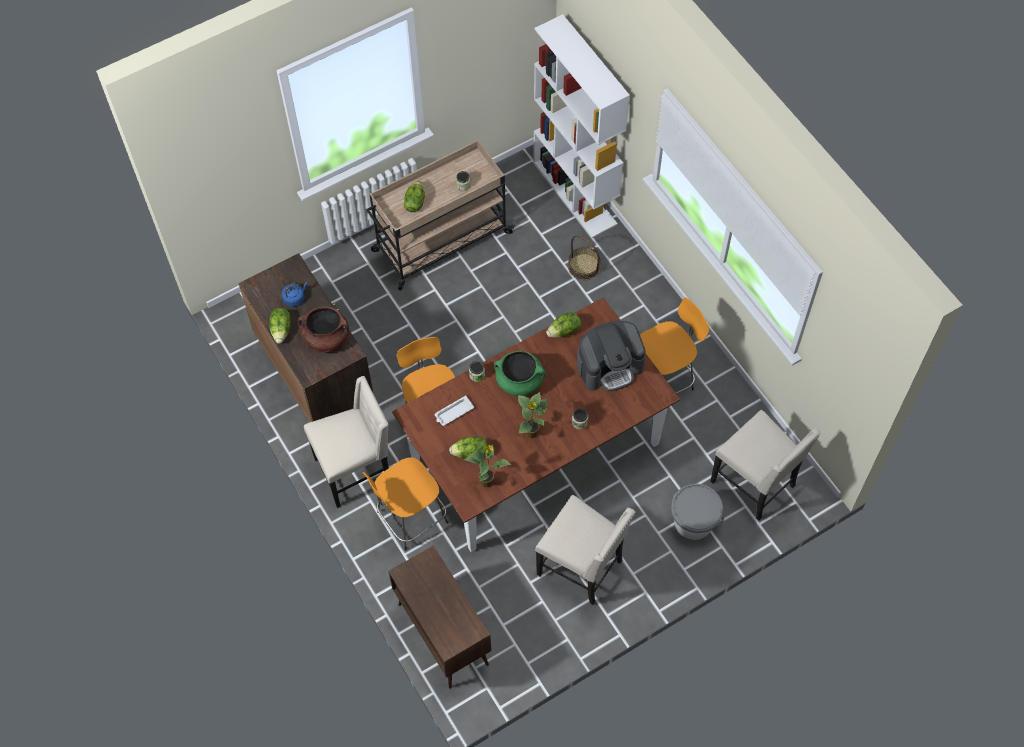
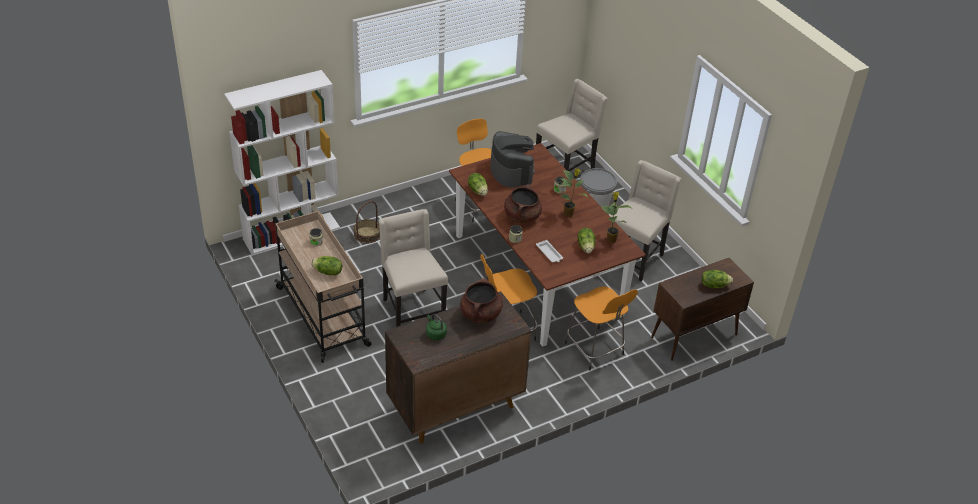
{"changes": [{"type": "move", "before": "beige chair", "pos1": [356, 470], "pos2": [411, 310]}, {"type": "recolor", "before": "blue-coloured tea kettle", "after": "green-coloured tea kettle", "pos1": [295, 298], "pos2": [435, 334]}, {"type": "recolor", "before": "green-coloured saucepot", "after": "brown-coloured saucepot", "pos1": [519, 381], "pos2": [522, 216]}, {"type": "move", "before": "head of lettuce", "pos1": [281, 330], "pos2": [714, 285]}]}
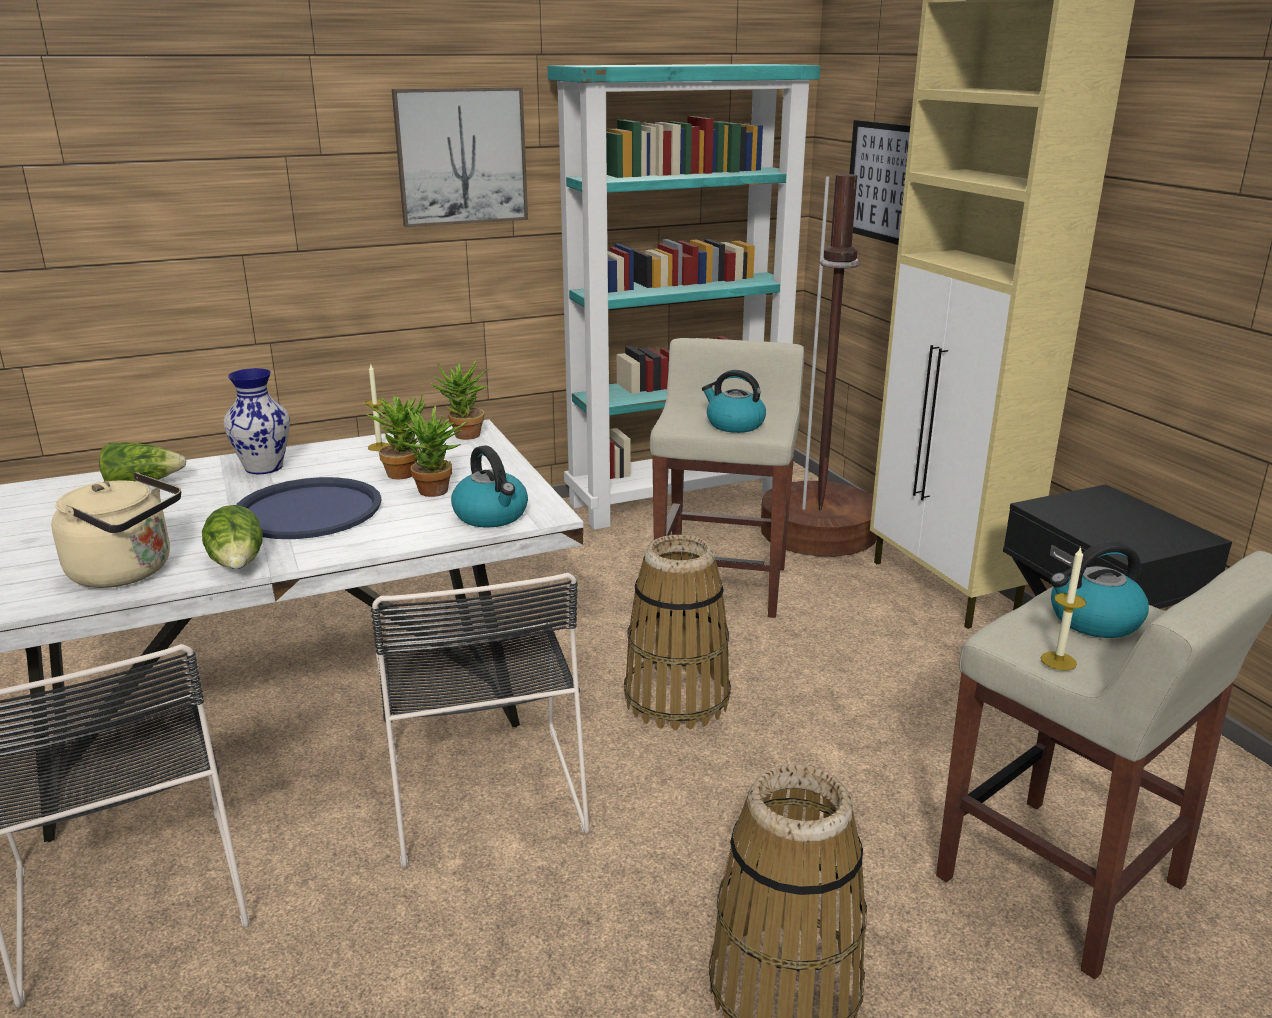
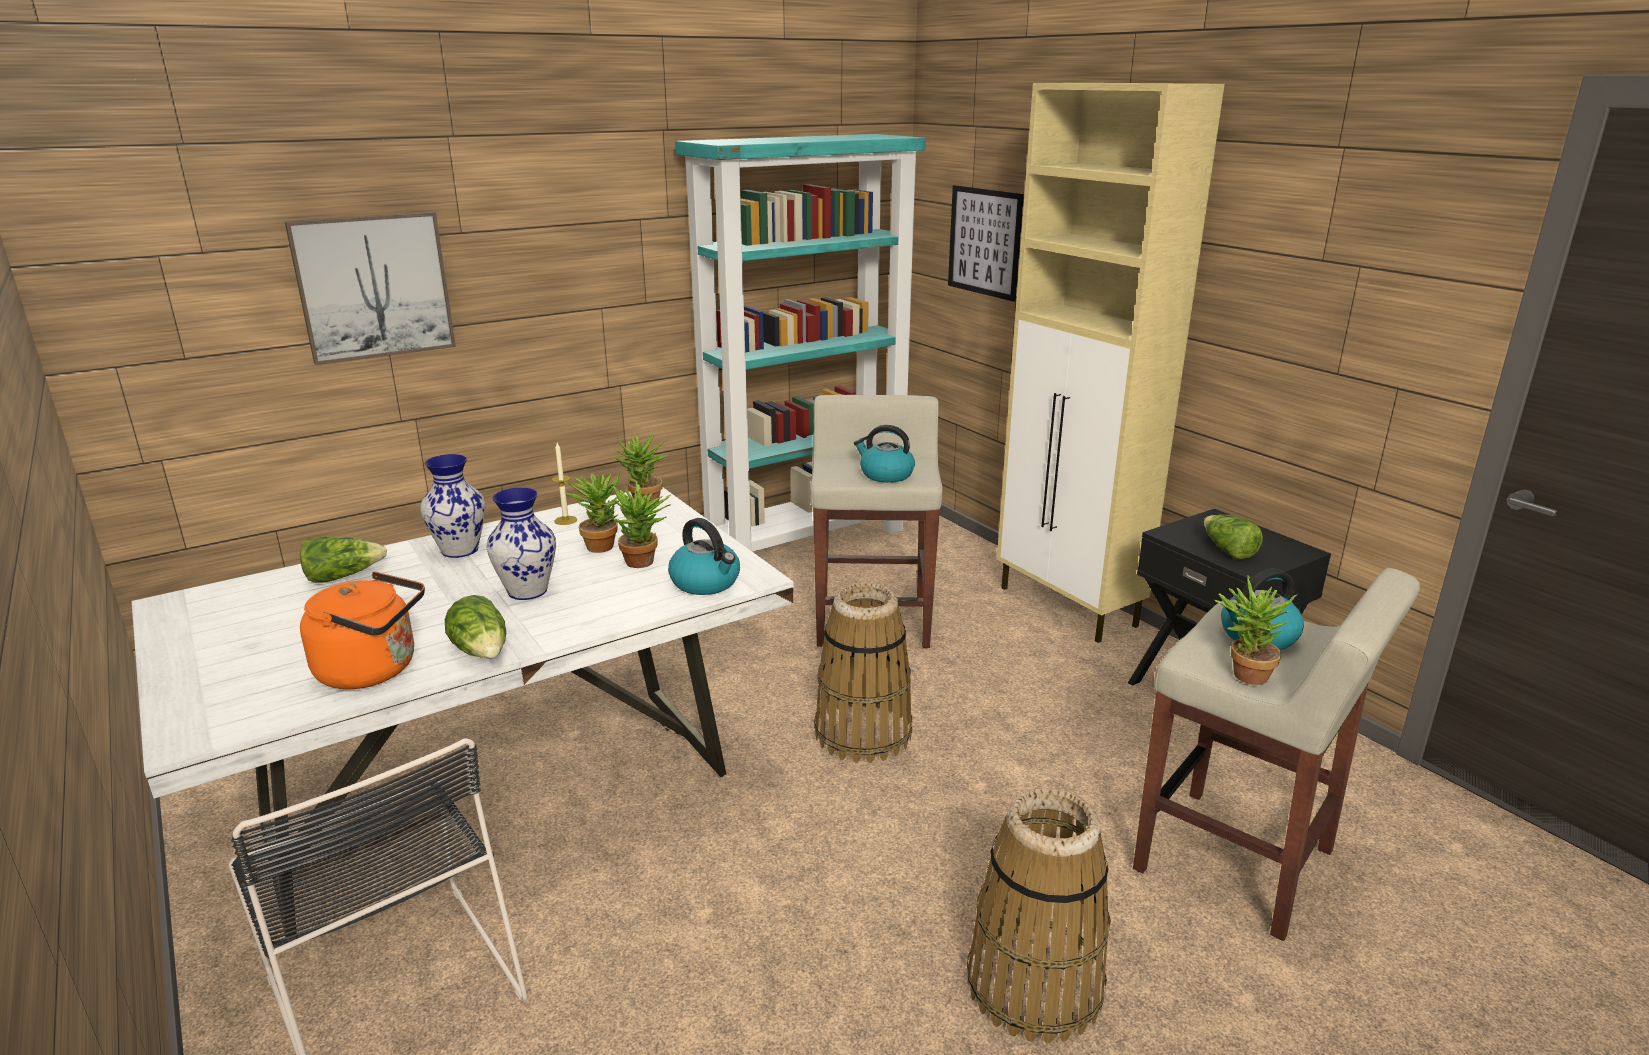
{"changes": [{"type": "move", "before": "wall picture", "pos1": [461, 156], "pos2": [373, 286]}, {"type": "recolor", "before": "beige tea kettle", "after": "orange tea kettle", "pos1": [128, 572], "pos2": [374, 670]}, {"type": "replace", "before": "blue-coloured carrying tray", "after": "decorative vase", "pos1": [308, 510], "pos2": [526, 591]}, {"type": "insert", "after": "head of lettuce", "pos2": [1227, 550]}, {"type": "replace", "before": "candle", "after": "houseplant", "pos1": [1058, 661], "pos2": [1243, 675]}, {"type": "delete", "before": "blackish chair", "pos1": [484, 786]}, {"type": "delete", "before": "brown-coloured standing lamp", "pos1": [818, 532]}]}
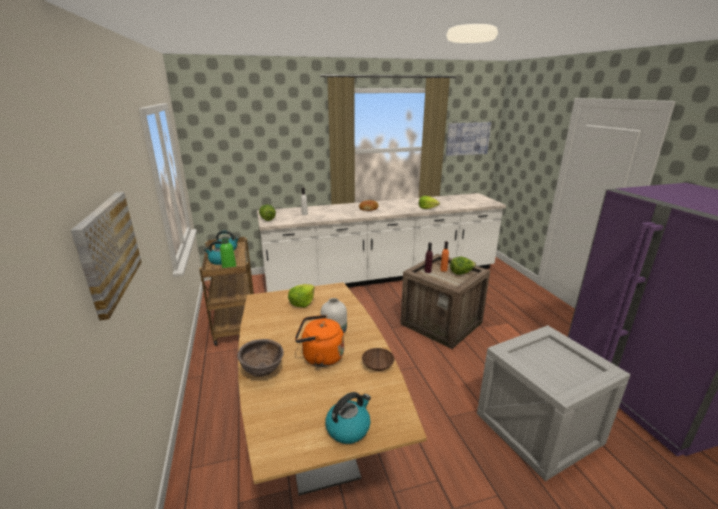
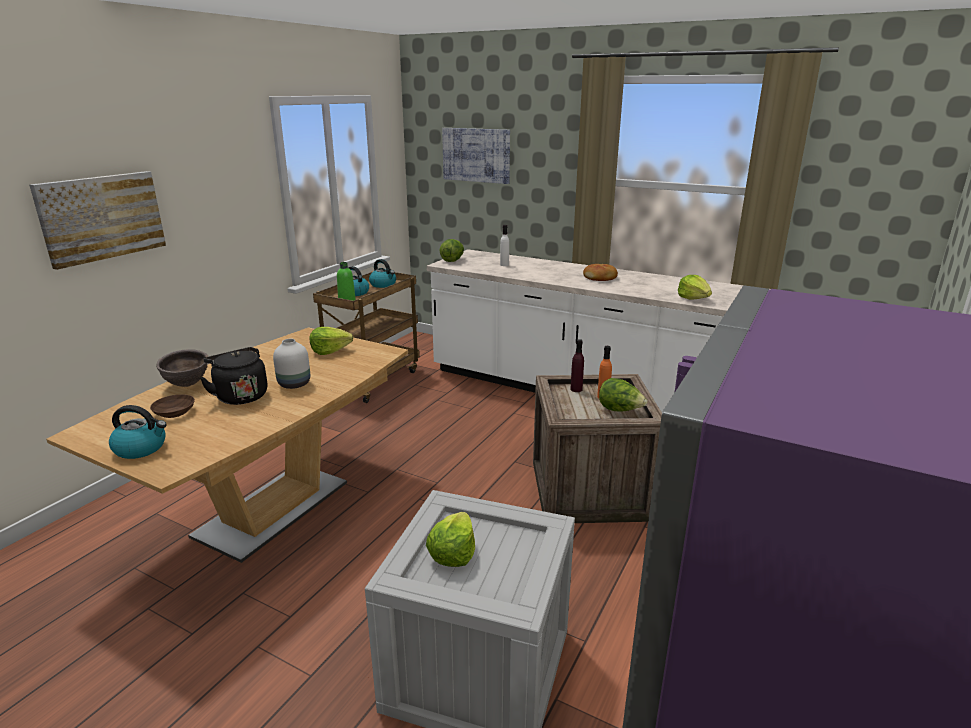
{"changes": [{"type": "move", "before": "brown-coloured deep dish", "pos1": [378, 365], "pos2": [173, 413]}, {"type": "recolor", "before": "orange tea kettle", "after": "blackish tea kettle", "pos1": [320, 357], "pos2": [240, 396]}, {"type": "insert", "after": "head of lettuce", "pos2": [452, 553]}, {"type": "move", "before": "wall picture", "pos1": [467, 138], "pos2": [476, 155]}]}
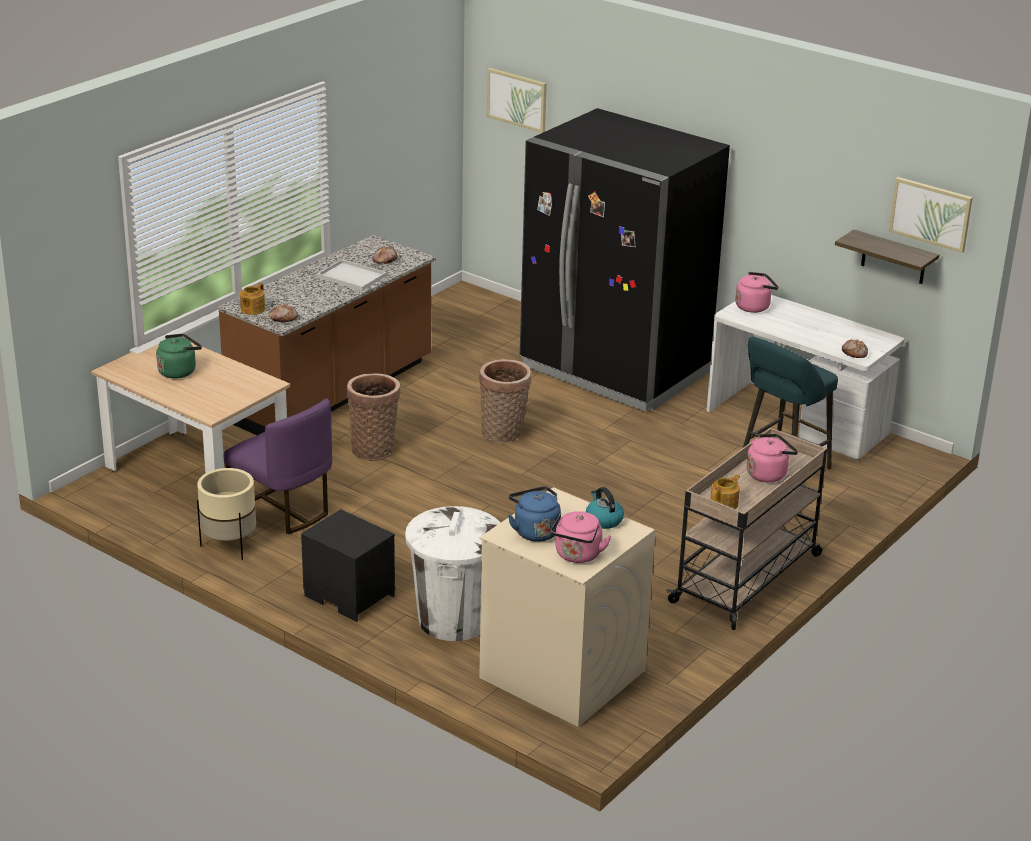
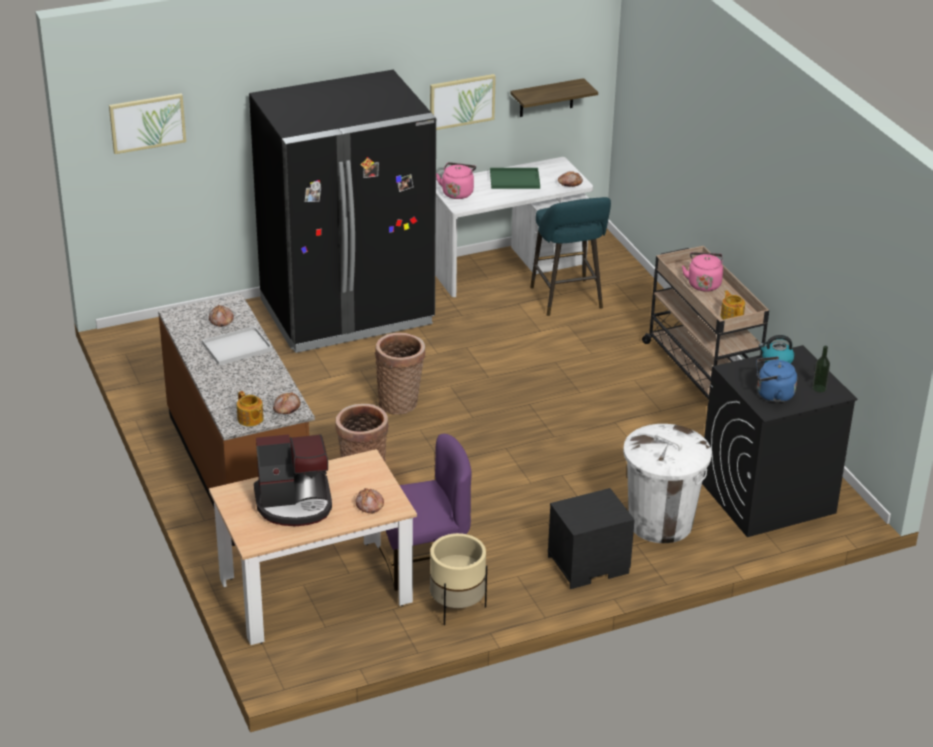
{"changes": [{"type": "replace", "before": "green-coloured tea kettle", "after": "coffee machine", "pos1": [179, 371], "pos2": [294, 504]}, {"type": "insert", "after": "bakery bread", "pos2": [369, 505]}, {"type": "move", "before": "wall picture", "pos1": [931, 214], "pos2": [461, 101]}, {"type": "insert", "after": "green-coloured carrying tray", "pos2": [513, 180]}, {"type": "recolor", "before": "beige laundry appliance", "after": "blackish laundry appliance", "pos1": [561, 674], "pos2": [766, 497]}, {"type": "replace", "before": "pink-coloured tea kettle", "after": "bottle", "pos1": [577, 556], "pos2": [819, 388]}]}
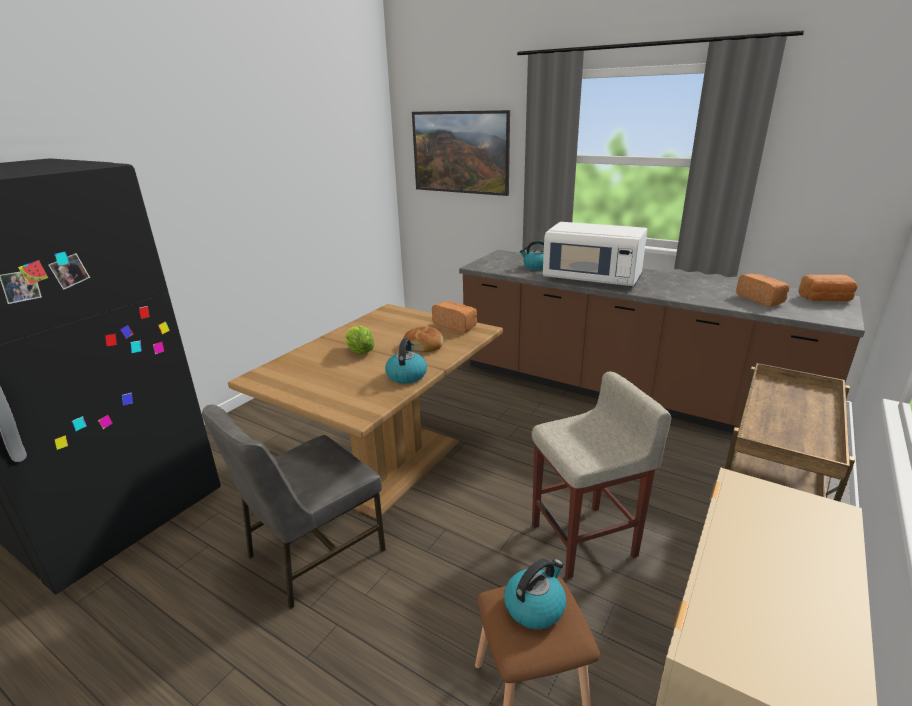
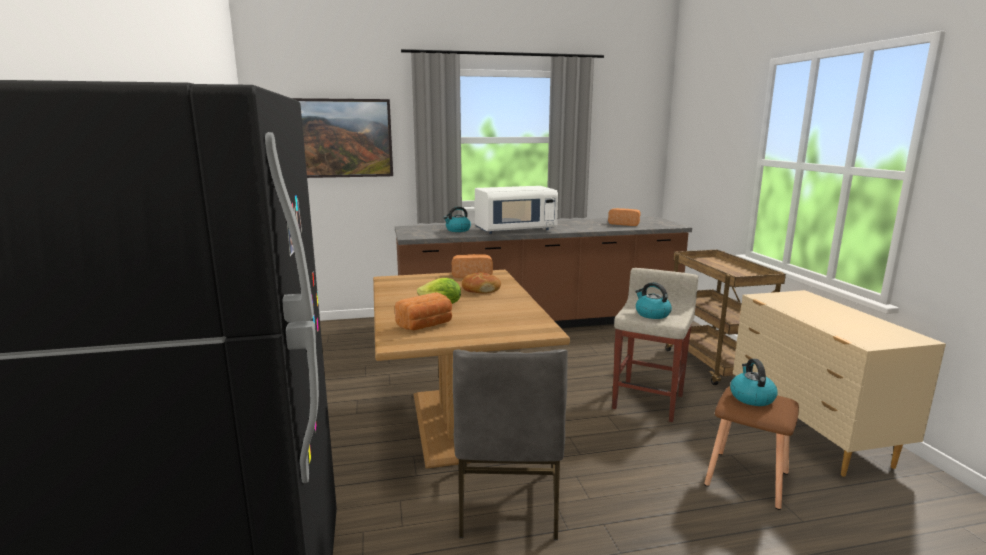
{"changes": [{"type": "move", "before": "bakery bread", "pos1": [826, 299], "pos2": [426, 325]}, {"type": "move", "before": "tea kettle", "pos1": [406, 375], "pos2": [651, 314]}]}
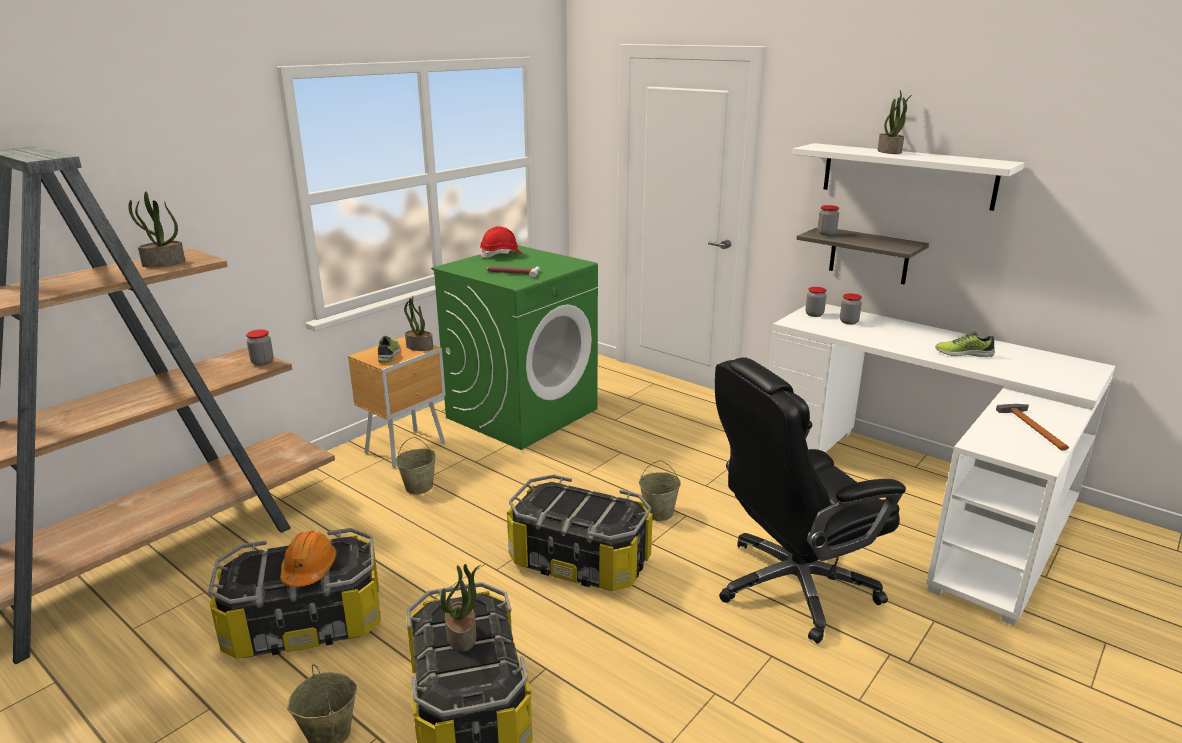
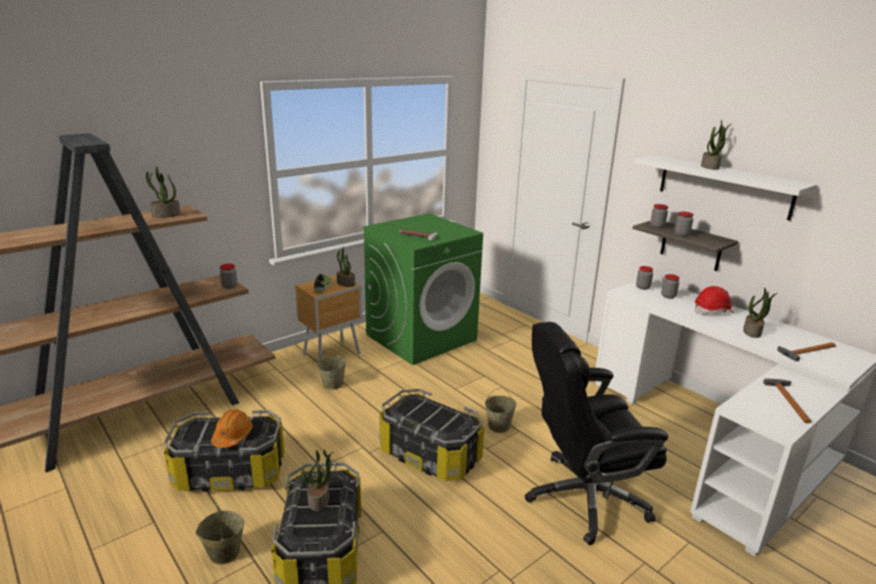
{"changes": [{"type": "insert", "after": "storage jar", "pos2": [681, 234]}, {"type": "move", "before": "red hard hat", "pos1": [501, 255], "pos2": [713, 311]}, {"type": "replace", "before": "shoe", "after": "houseplant", "pos1": [963, 353], "pos2": [752, 332]}, {"type": "insert", "after": "hand hammer", "pos2": [806, 351]}]}
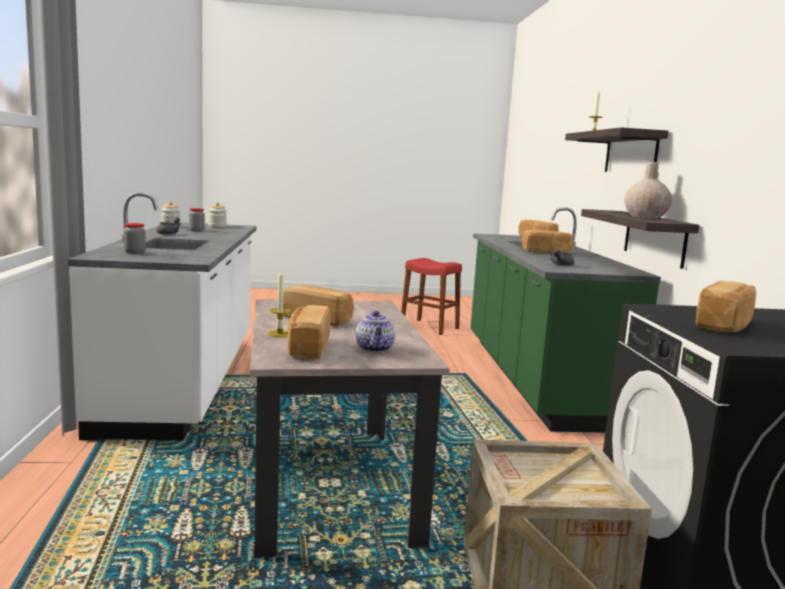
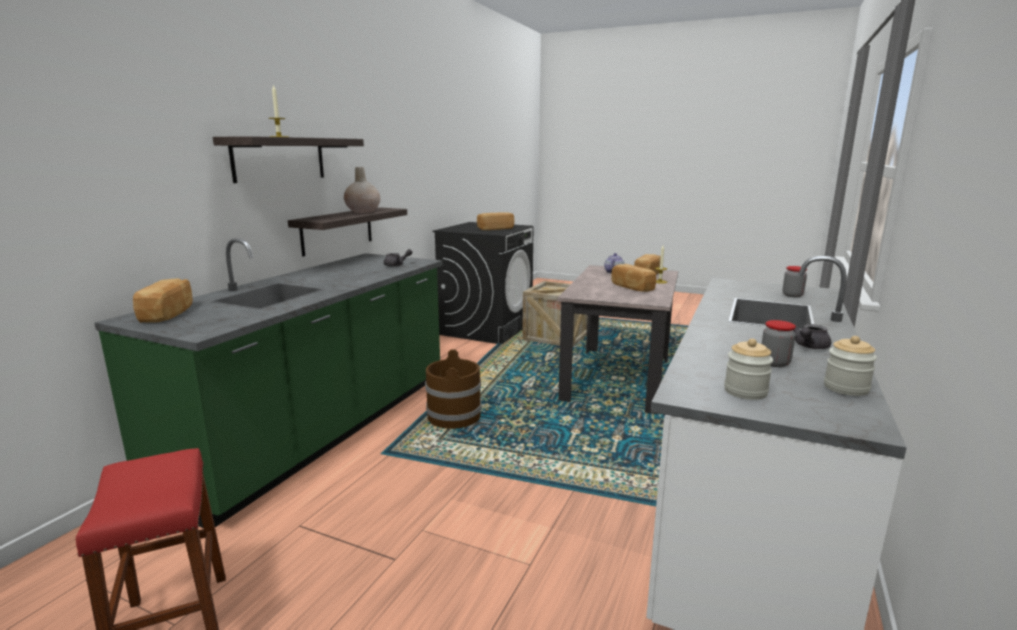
{"changes": [{"type": "insert", "after": "brown-coloured bucket", "pos2": [453, 417]}, {"type": "delete", "before": "bakery bread", "pos1": [546, 252]}]}
